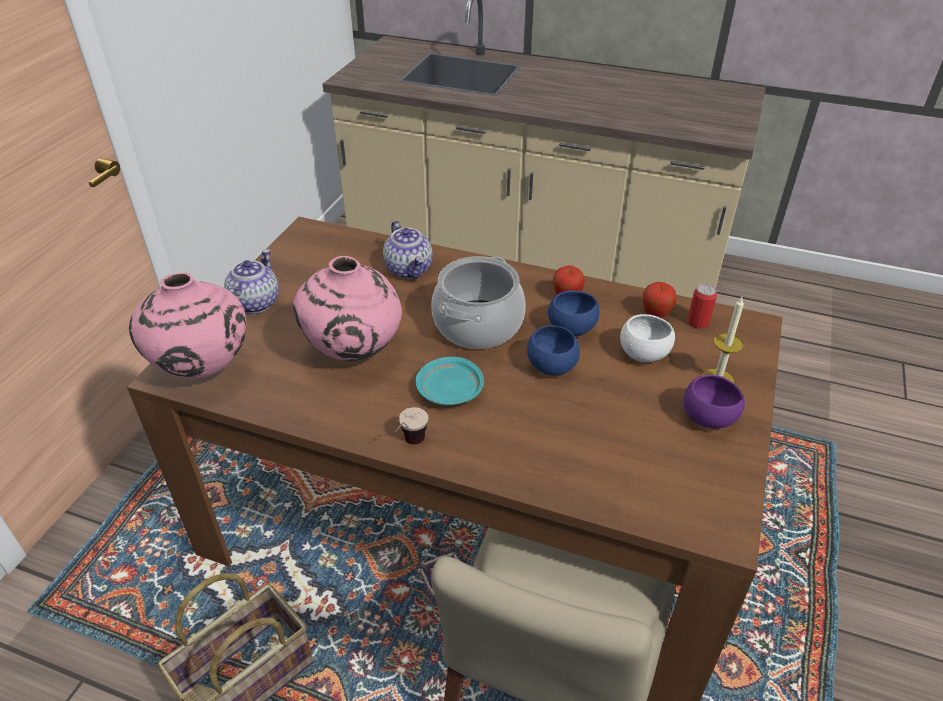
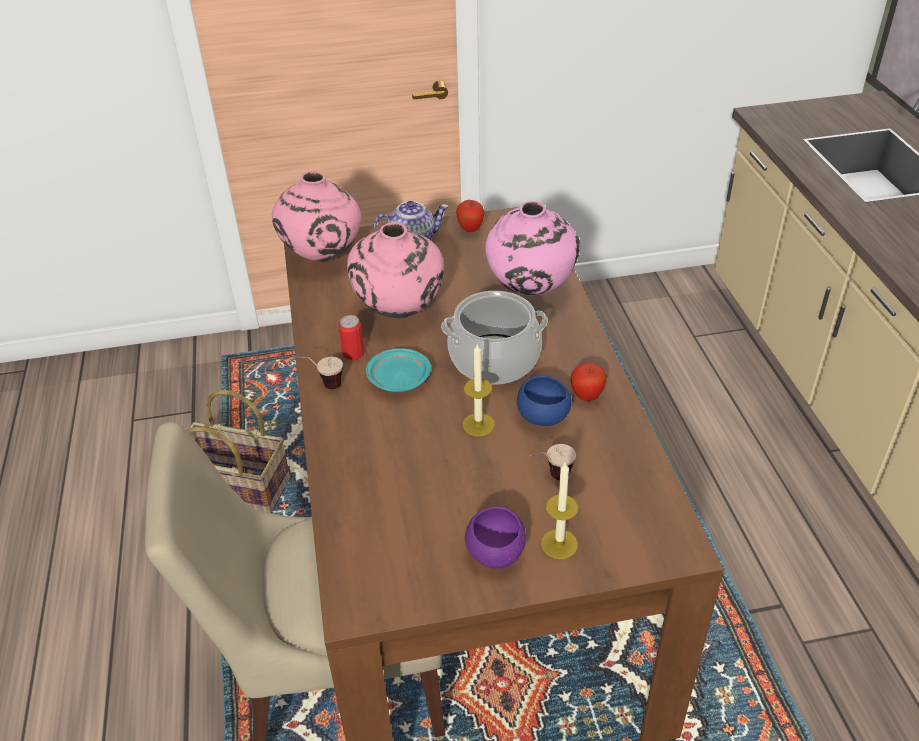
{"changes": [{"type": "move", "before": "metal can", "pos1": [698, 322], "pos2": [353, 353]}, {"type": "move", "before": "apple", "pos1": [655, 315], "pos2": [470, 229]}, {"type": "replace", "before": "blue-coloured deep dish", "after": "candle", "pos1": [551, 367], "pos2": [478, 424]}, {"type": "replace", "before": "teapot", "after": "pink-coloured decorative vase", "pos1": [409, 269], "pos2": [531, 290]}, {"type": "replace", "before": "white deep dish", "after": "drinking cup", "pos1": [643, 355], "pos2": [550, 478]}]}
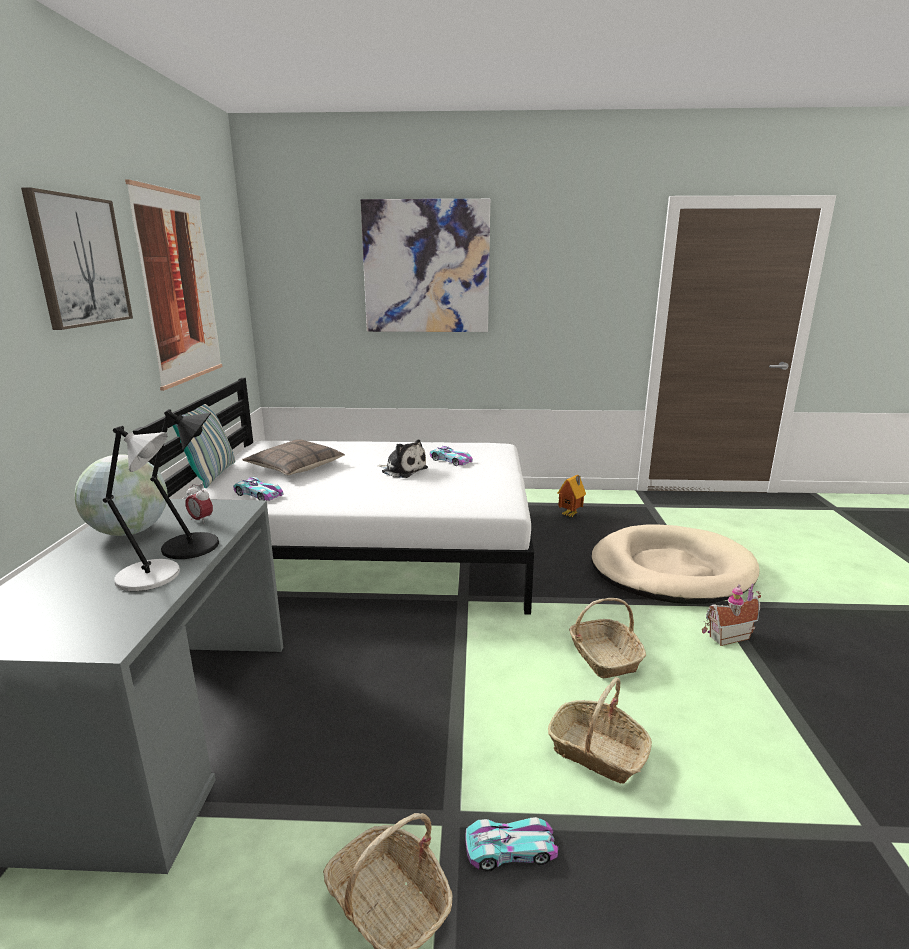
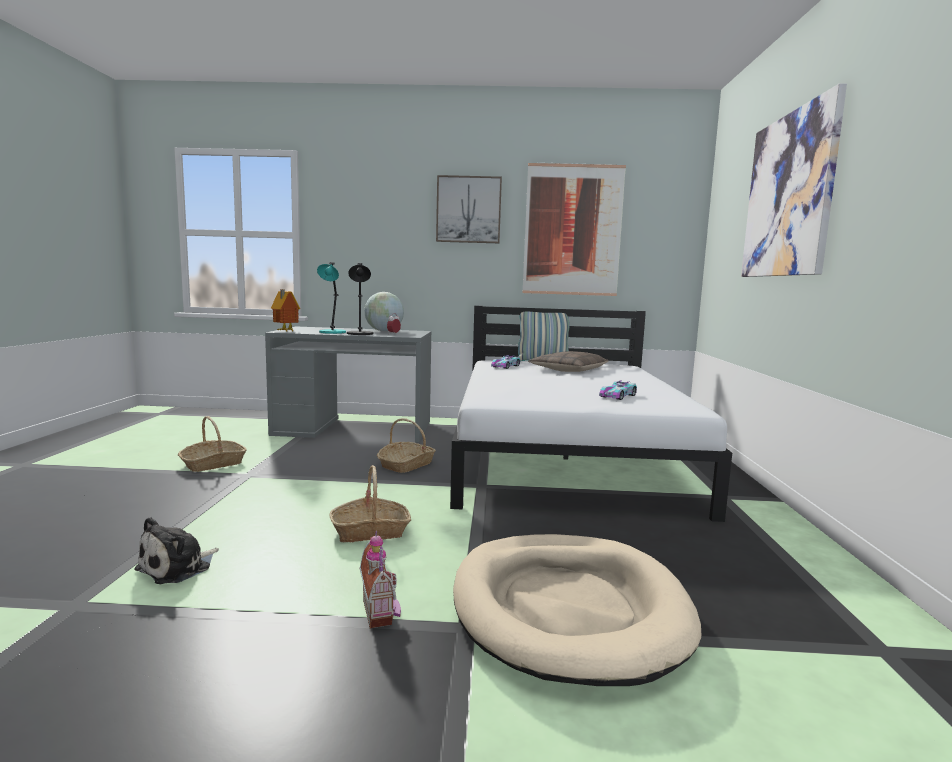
{"changes": [{"type": "move", "before": "cuddly toy", "pos1": [402, 470], "pos2": [178, 567]}, {"type": "move", "before": "miniature house", "pos1": [571, 515], "pos2": [285, 331]}, {"type": "recolor", "before": "grey table lamp", "after": "turquoise-coloured table lamp", "pos1": [152, 576], "pos2": [332, 332]}, {"type": "move", "before": "storage basket", "pos1": [597, 752], "pos2": [406, 465]}, {"type": "delete", "before": "toy car", "pos1": [511, 849]}]}
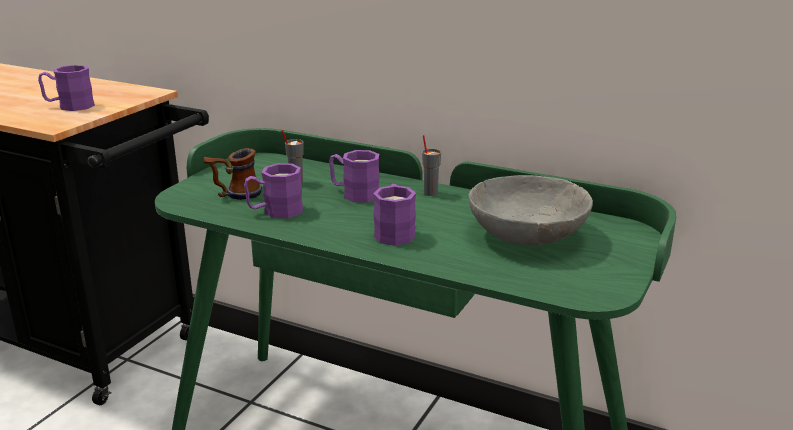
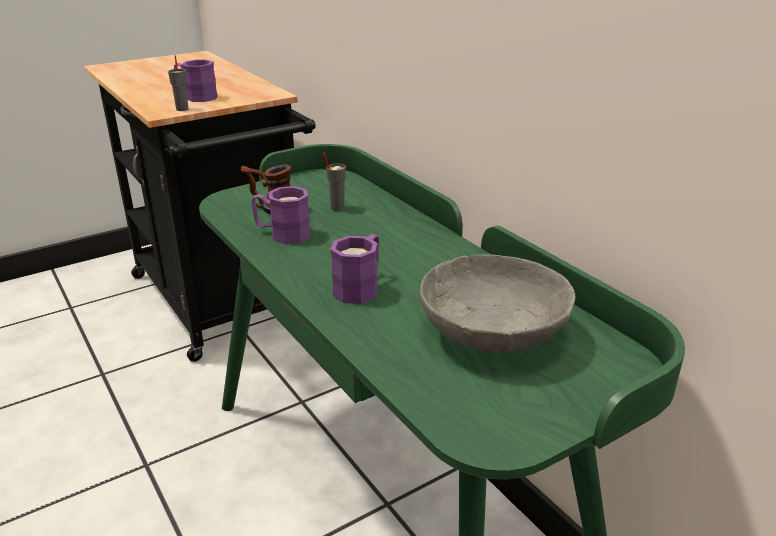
{"changes": [{"type": "move", "before": "grey drinking cup", "pos1": [430, 193], "pos2": [182, 109]}, {"type": "delete", "before": "purple coffee mug", "pos1": [354, 194]}]}
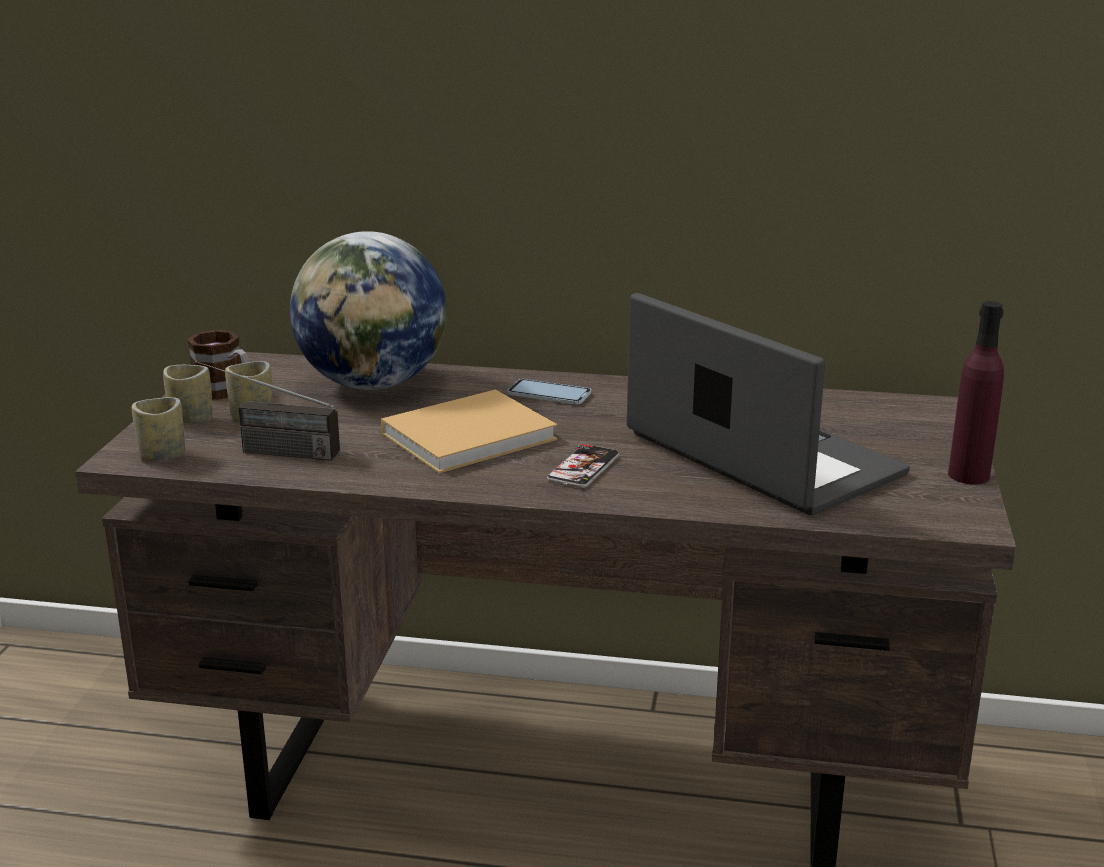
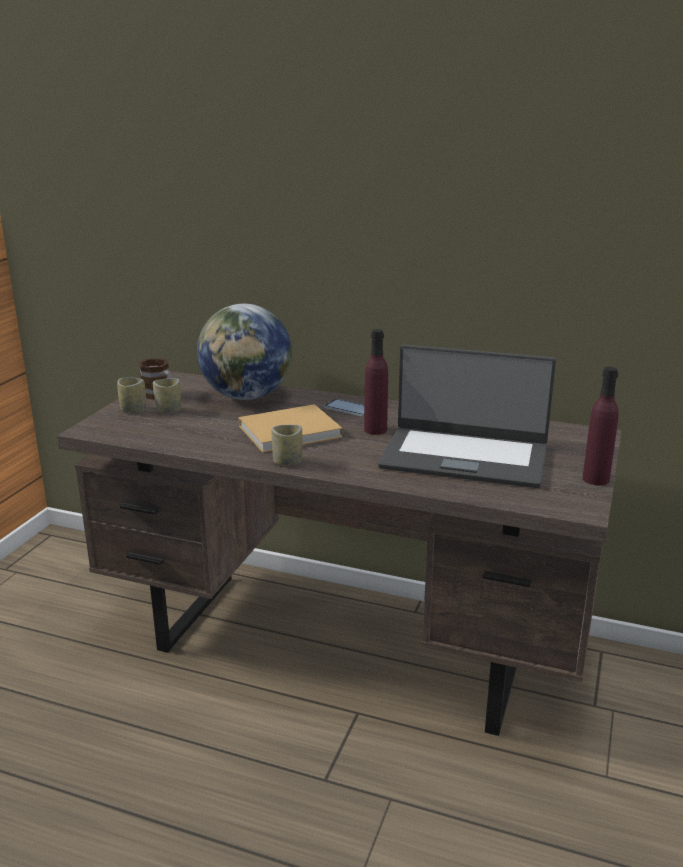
{"changes": [{"type": "move", "before": "drinking cup", "pos1": [162, 456], "pos2": [287, 461]}, {"type": "insert", "after": "purple bottle", "pos2": [375, 430]}, {"type": "rotate", "before": "portable computer", "pos1": [760, 456], "pos2": [464, 456], "turn": 135}, {"type": "delete", "before": "radio set", "pos1": [266, 450]}, {"type": "delete", "before": "phone", "pos1": [583, 468]}]}
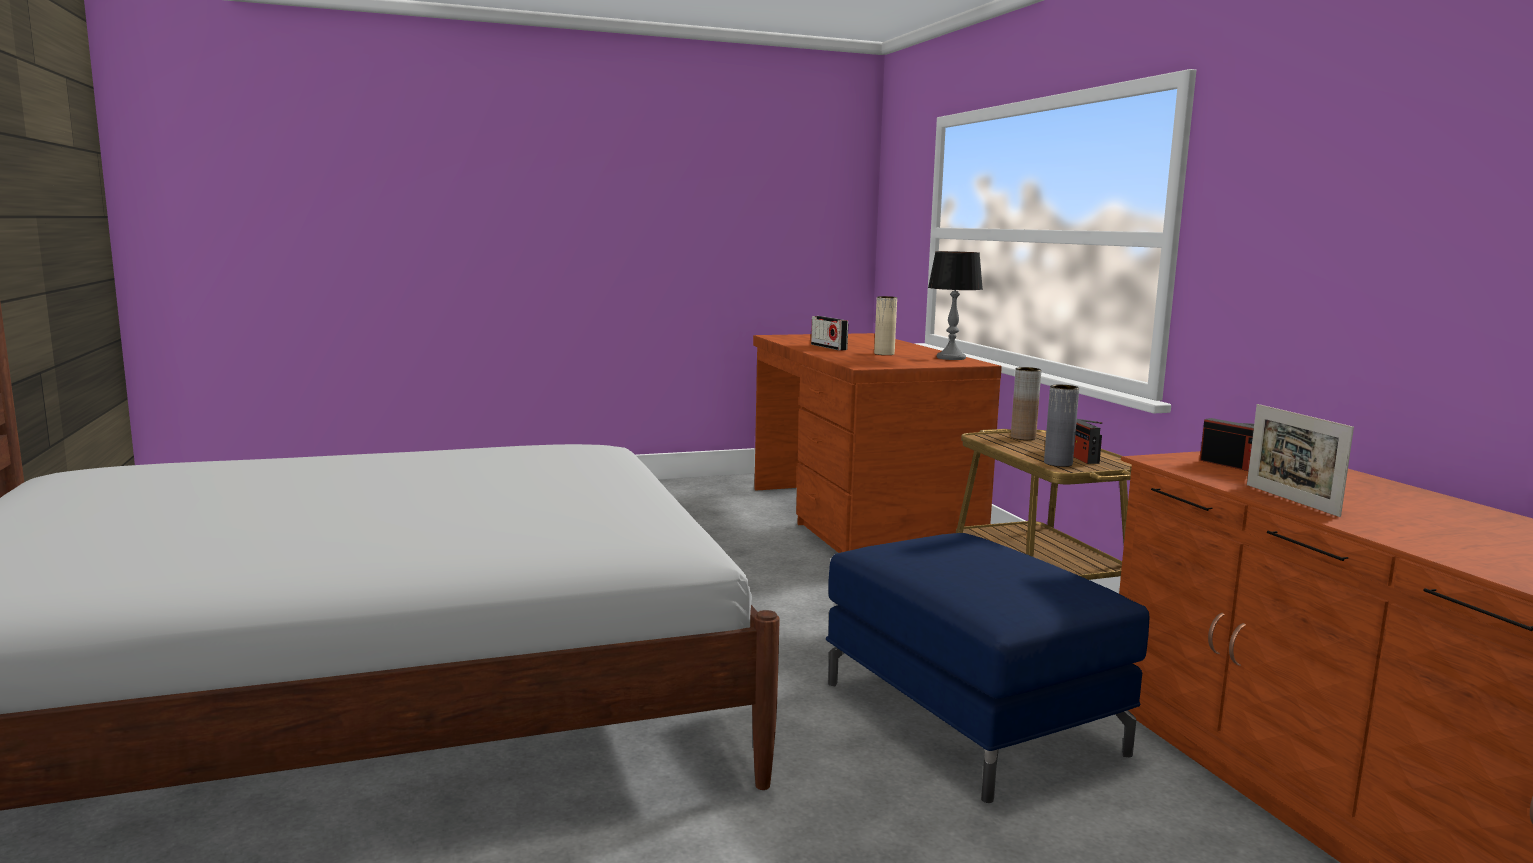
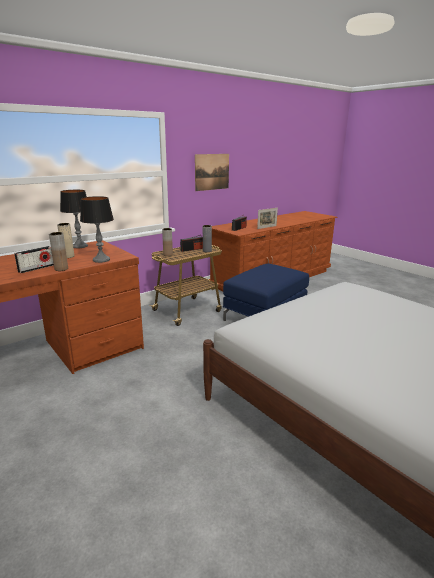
{"changes": [{"type": "insert", "after": "brown-coloured decorative vase", "pos2": [61, 269]}, {"type": "insert", "after": "table lamp", "pos2": [101, 260]}, {"type": "insert", "after": "wall picture", "pos2": [212, 172]}]}
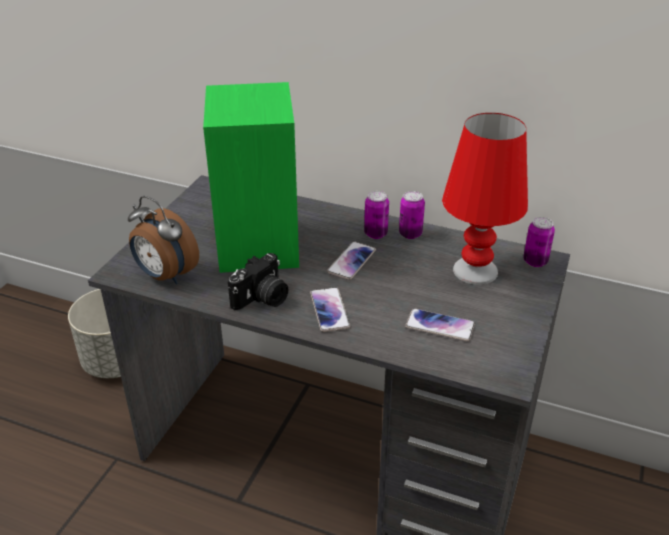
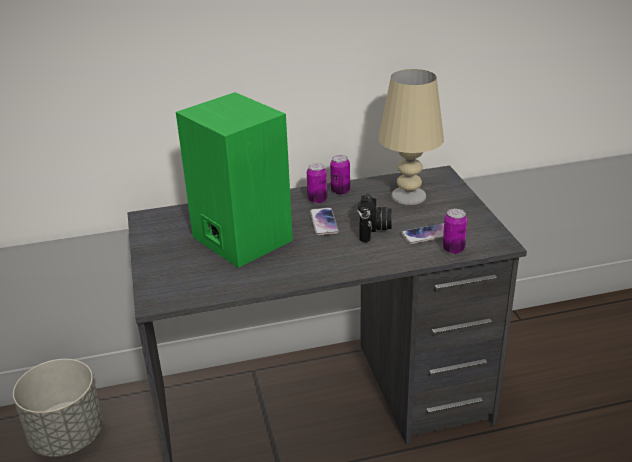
{"changes": [{"type": "move", "before": "still camera", "pos1": [262, 299], "pos2": [374, 229]}, {"type": "recolor", "before": "red table lamp", "after": "beige table lamp", "pos1": [475, 271], "pos2": [408, 196]}, {"type": "move", "before": "metal can", "pos1": [535, 261], "pos2": [453, 249]}, {"type": "delete", "before": "table clock", "pos1": [165, 276]}, {"type": "delete", "before": "phone", "pos1": [329, 310]}]}
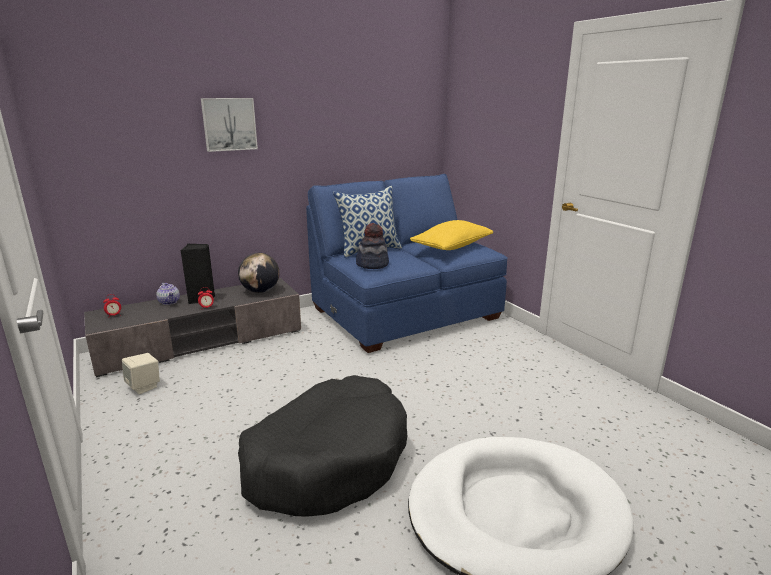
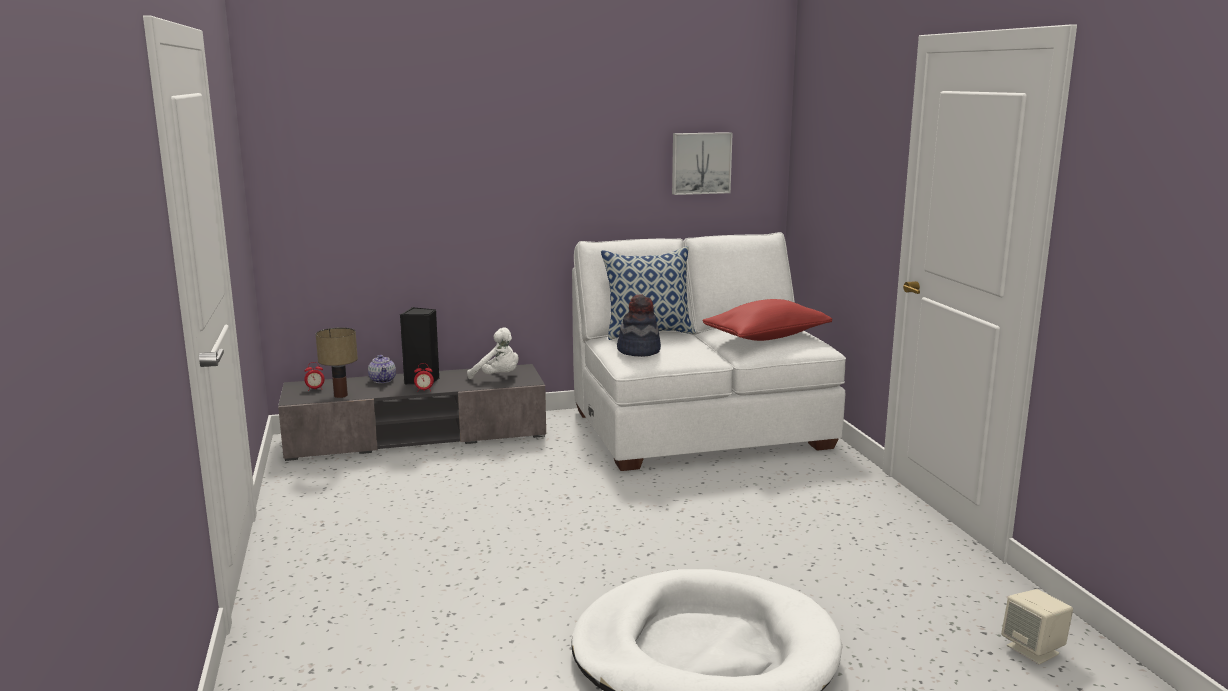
{"changes": [{"type": "insert", "after": "table lamp", "pos2": [340, 395]}, {"type": "replace", "before": "desk globe", "after": "white cuddly toy", "pos1": [260, 291], "pos2": [498, 377]}, {"type": "recolor", "before": "blue-coloured sofa", "after": "white sofa", "pos1": [406, 313], "pos2": [701, 429]}, {"type": "move", "before": "wall picture", "pos1": [229, 124], "pos2": [700, 163]}, {"type": "recolor", "before": "yellowish throw pillow", "after": "red throw pillow", "pos1": [452, 247], "pos2": [766, 337]}, {"type": "move", "before": "beige loudspeaker", "pos1": [144, 386], "pos2": [1033, 650]}, {"type": "delete", "before": "blackish dog cushion", "pos1": [327, 459]}]}
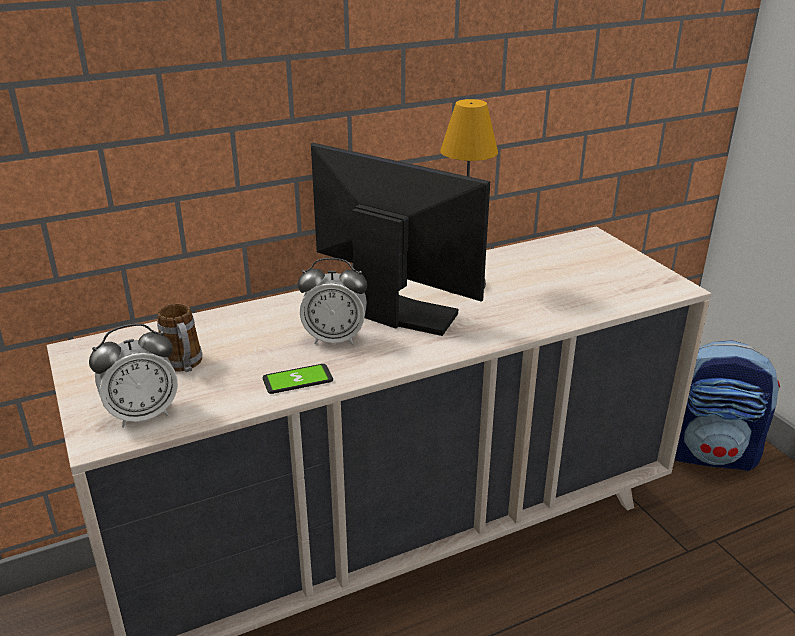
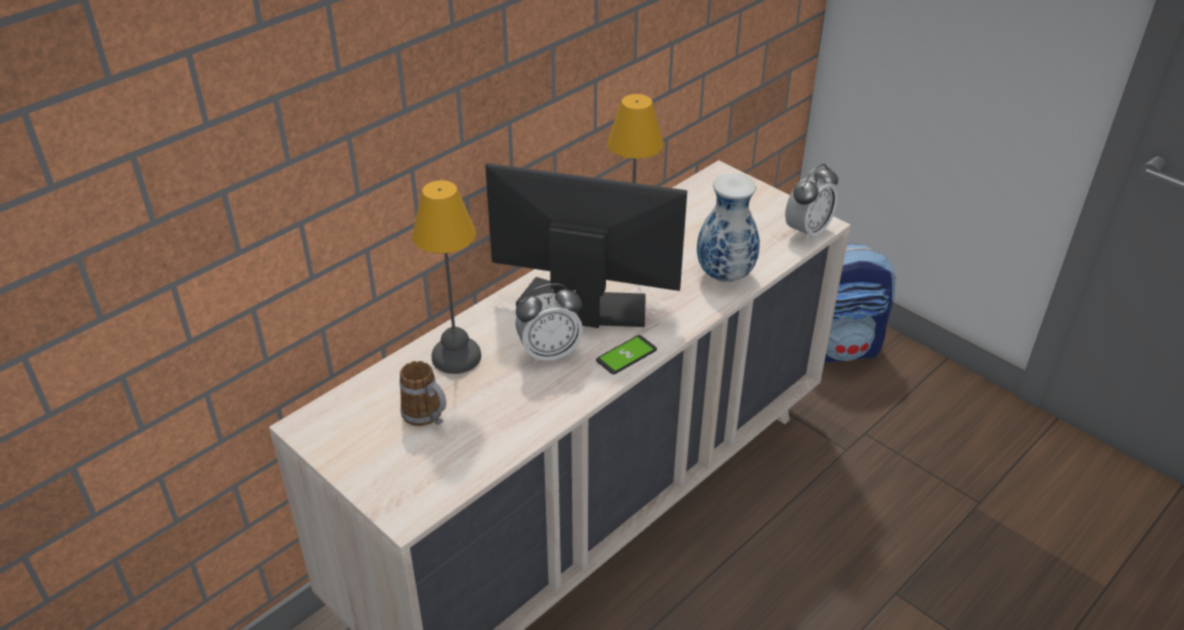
{"changes": [{"type": "insert", "after": "table lamp", "pos2": [455, 356]}, {"type": "move", "before": "phone", "pos1": [298, 380], "pos2": [626, 355]}, {"type": "insert", "after": "decorative vase", "pos2": [723, 275]}, {"type": "move", "before": "table clock", "pos1": [143, 414], "pos2": [807, 231]}]}
